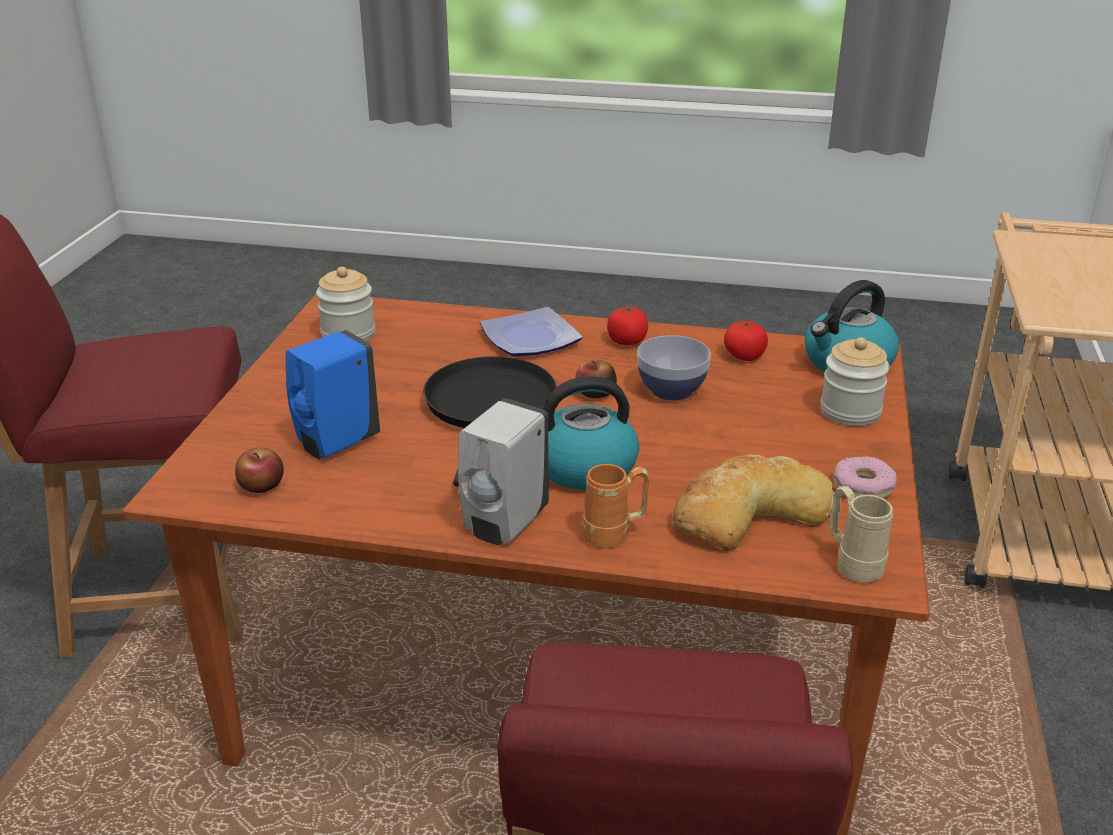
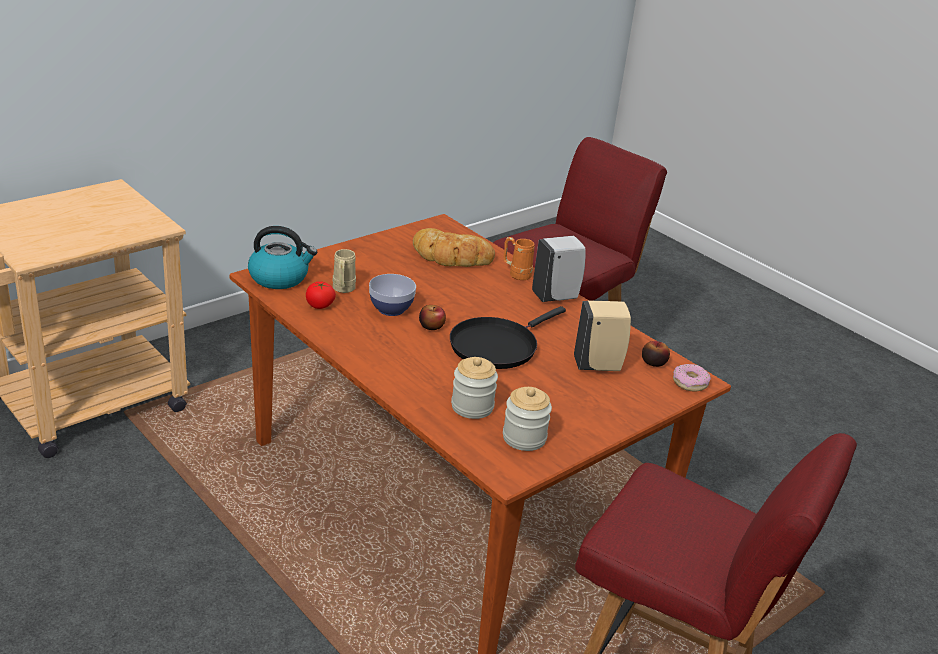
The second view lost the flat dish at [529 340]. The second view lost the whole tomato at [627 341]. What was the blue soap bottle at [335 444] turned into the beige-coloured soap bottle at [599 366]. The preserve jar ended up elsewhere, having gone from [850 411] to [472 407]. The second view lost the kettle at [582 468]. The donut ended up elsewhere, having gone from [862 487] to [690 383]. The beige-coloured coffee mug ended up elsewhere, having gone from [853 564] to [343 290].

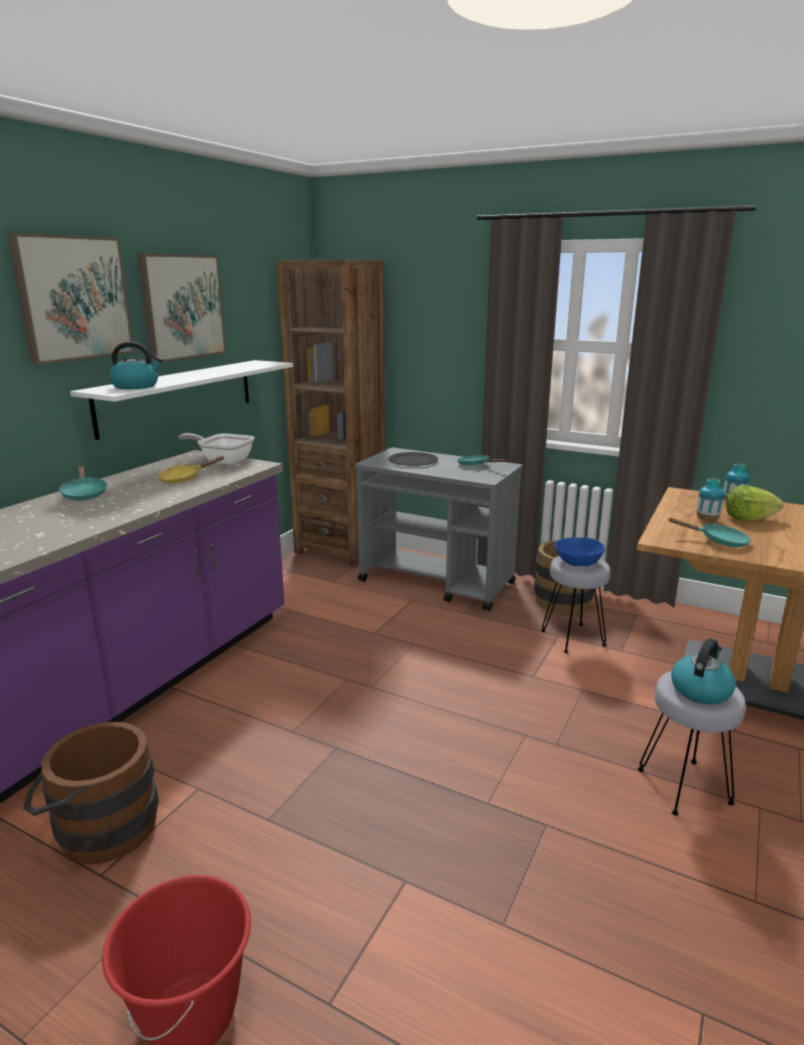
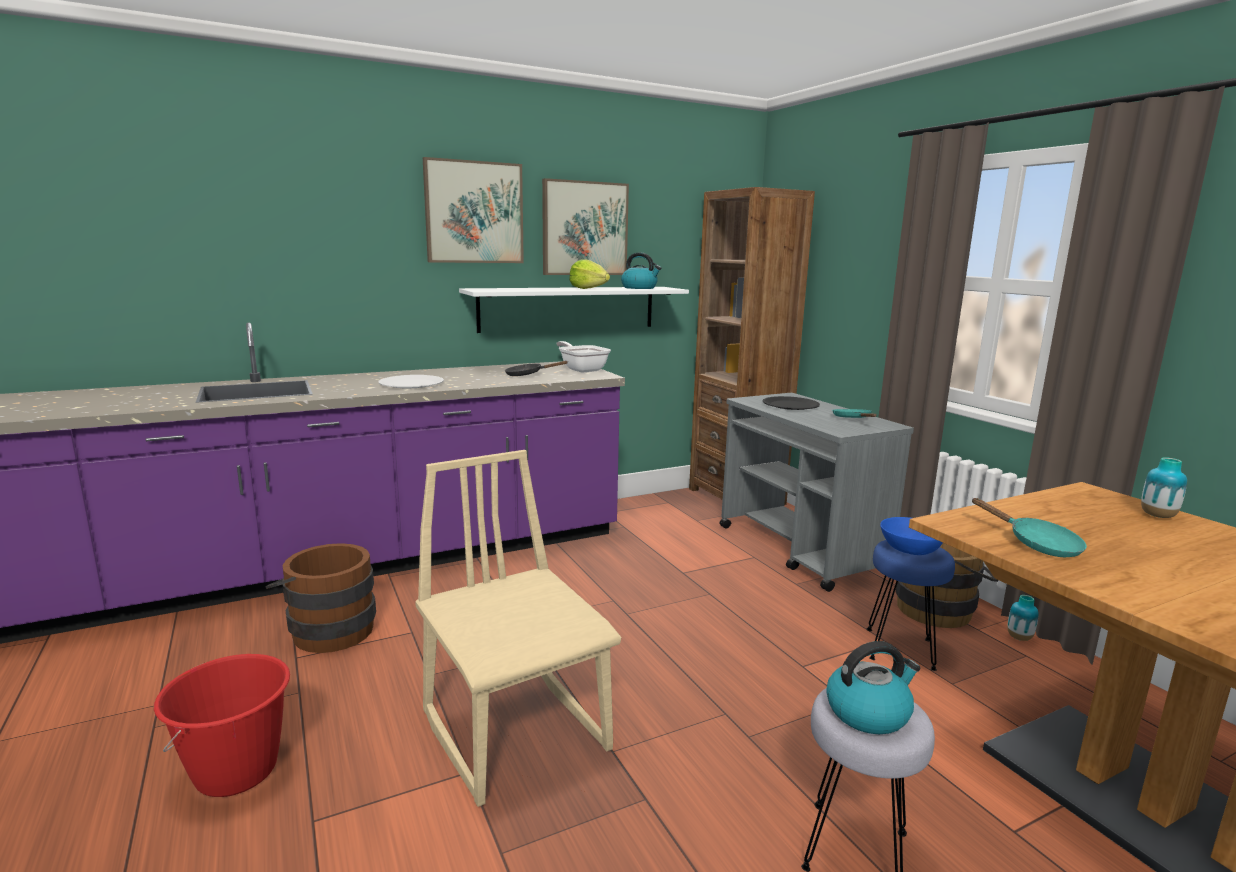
The kettle ended up elsewhere, having gone from [136 386] to [640 288]. What was the yellow-coloured skillet at [184 479] turned into the black skillet at [527 375]. The second view lost the blue-green skillet at [84 493]. The vase ended up elsewhere, having gone from [707 520] to [1019 638]. The lettuce ended up elsewhere, having gone from [748 518] to [588 288]. What was the gray stool seat at [572 637] turned into the blue stool seat at [900 648]. The second view gained the white flat dish at [411 384]. The second view gained the beige-coloured chair at [517 731].

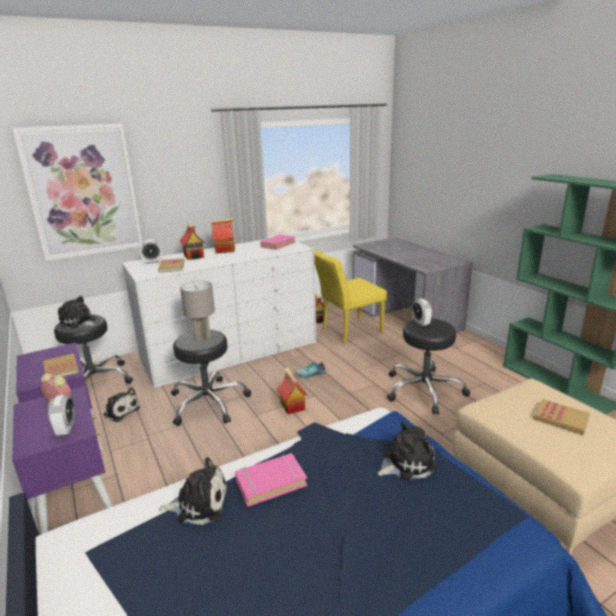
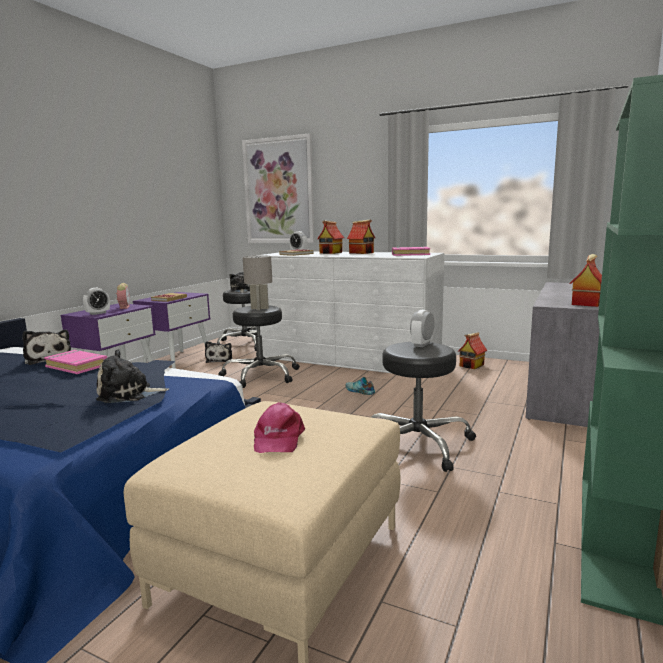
The second view lost the yellow-coloured chair at [348 331]. The toy house ended up elsewhere, having gone from [292 406] to [585 303]. Where the bound book stood at [561 418], the pink-coloured baseball cap came to stand at [278 438]. The cuddly toy at [406 463] ended up facing another way, 135 degrees clockwise from before.

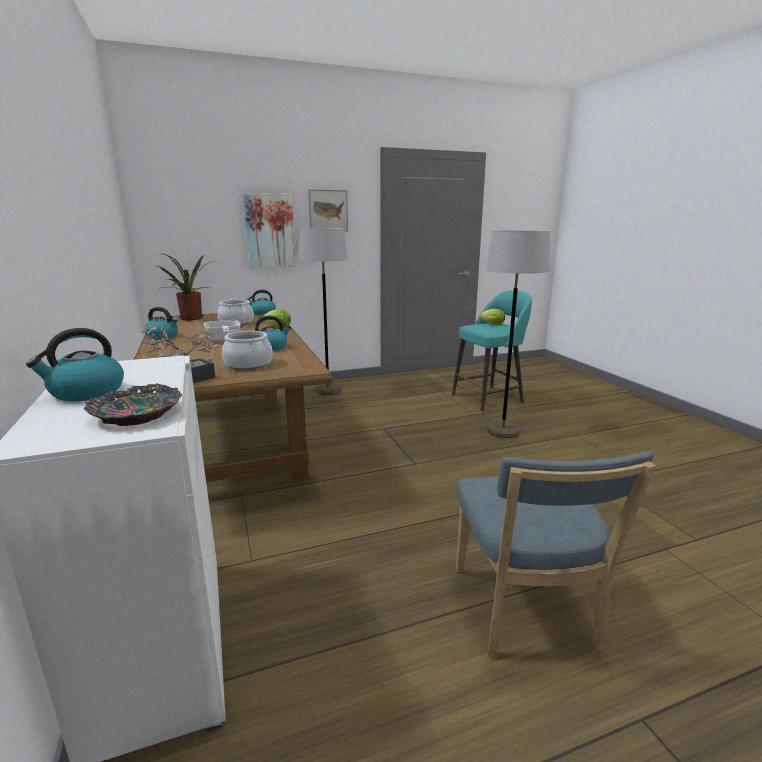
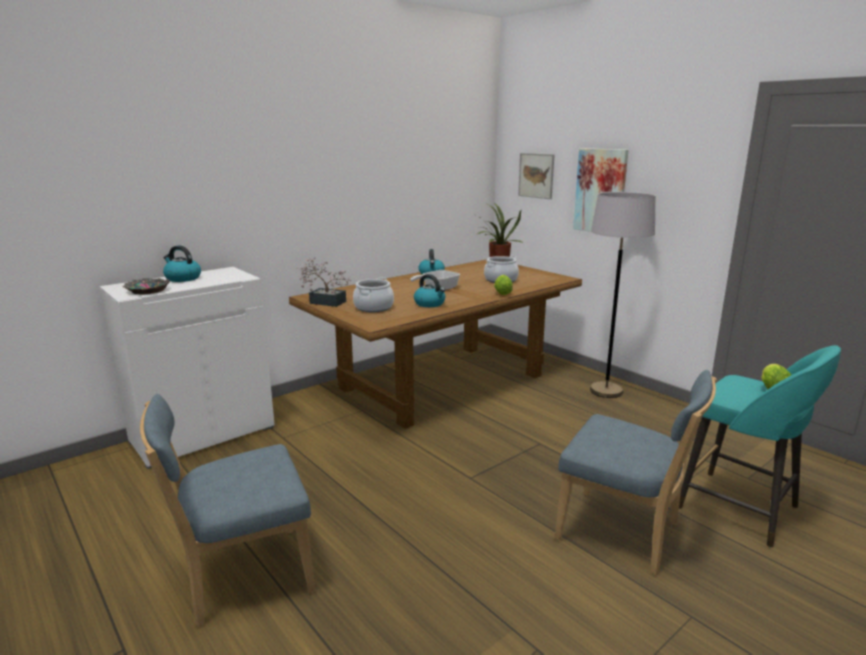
The picture ended up elsewhere, having gone from [328 210] to [536 175]. Where the gray standing lamp stood at [503 431], the blue chair came to stand at [624 534]. The second view lost the kettle at [262 313].

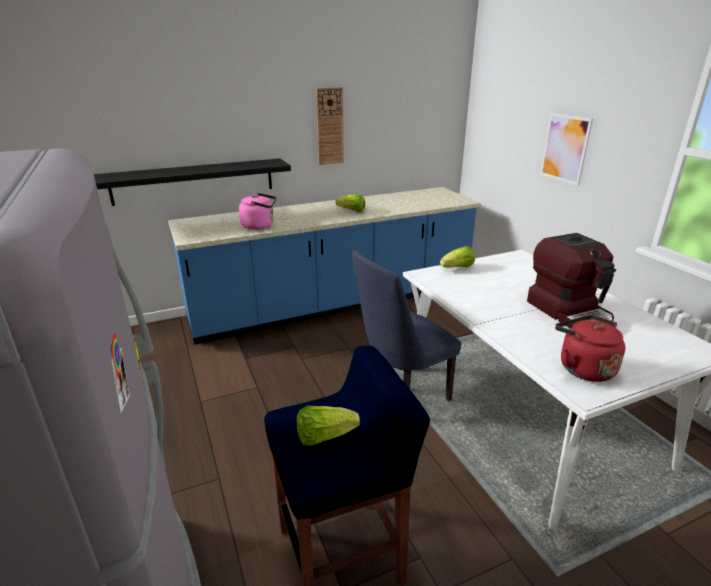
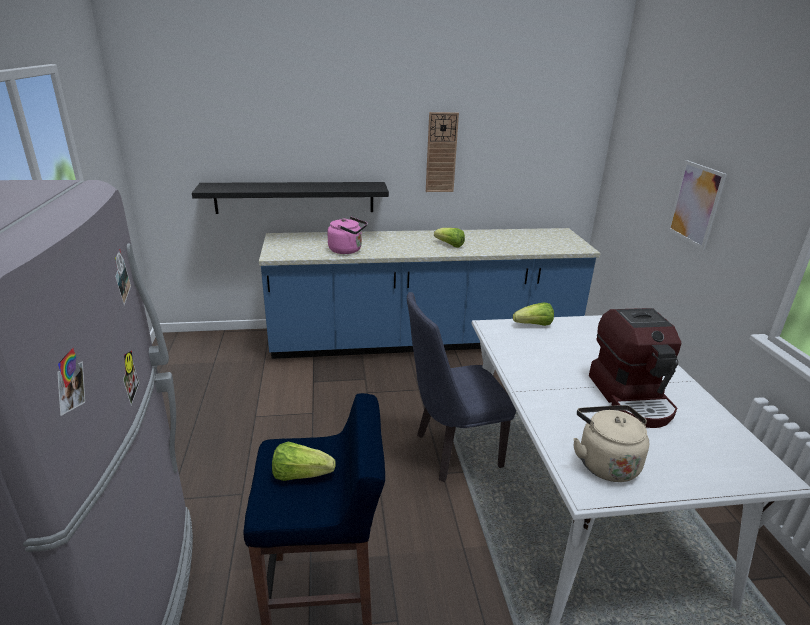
What was the reddish kettle at [583 368] turned into the beige-coloured kettle at [605 462].

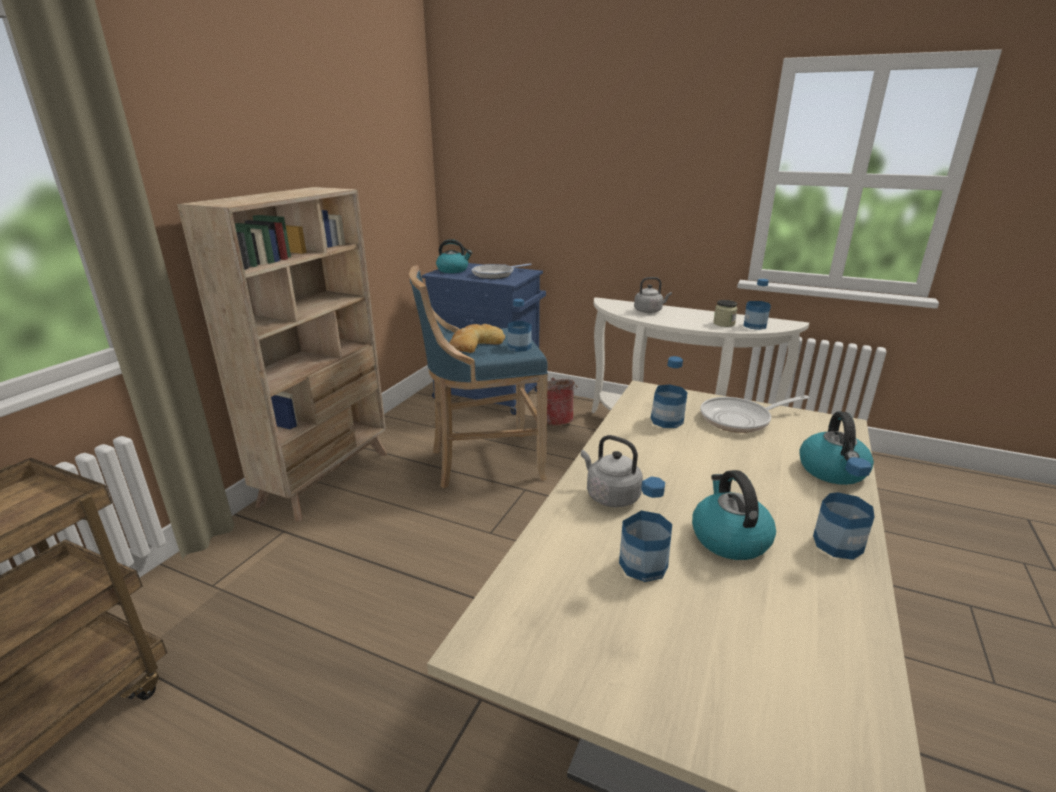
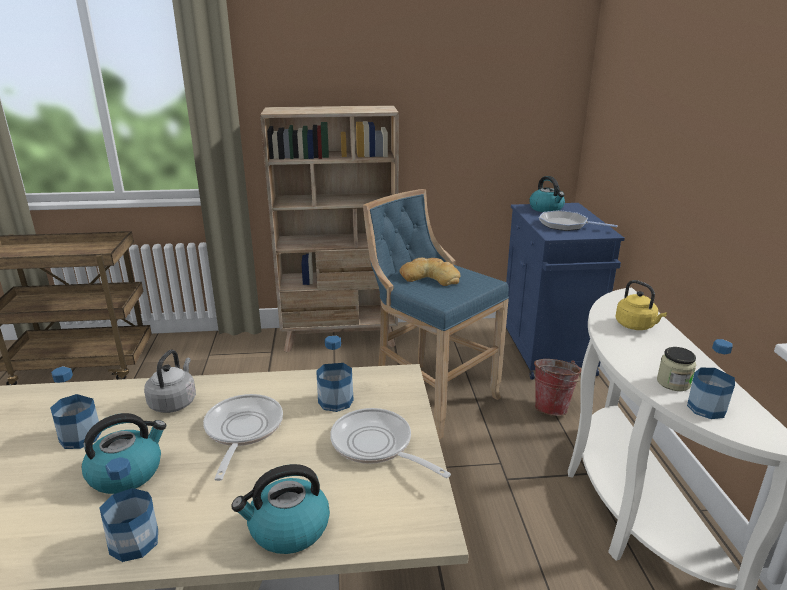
What was the gray kettle at [649 311] turned into the yellow-coloured kettle at [636 326]. The second view lost the drink bottle at [519 347]. The second view gained the skillet at [242 431].

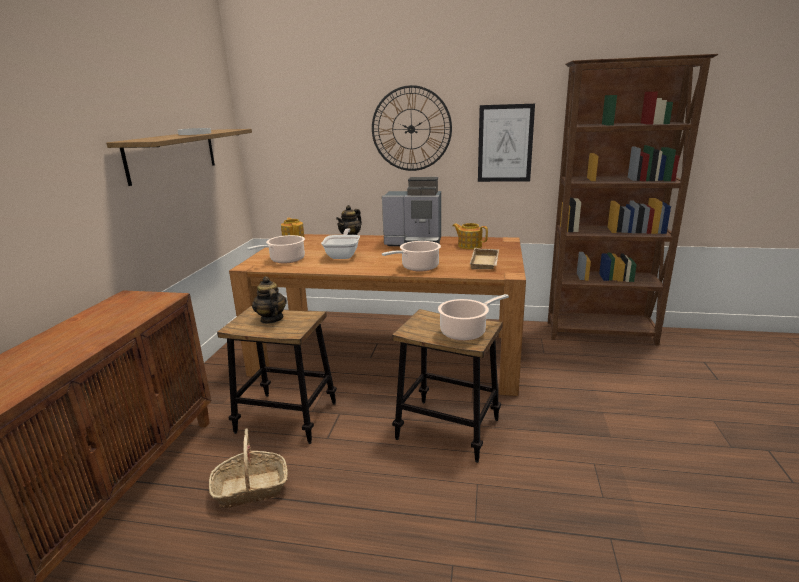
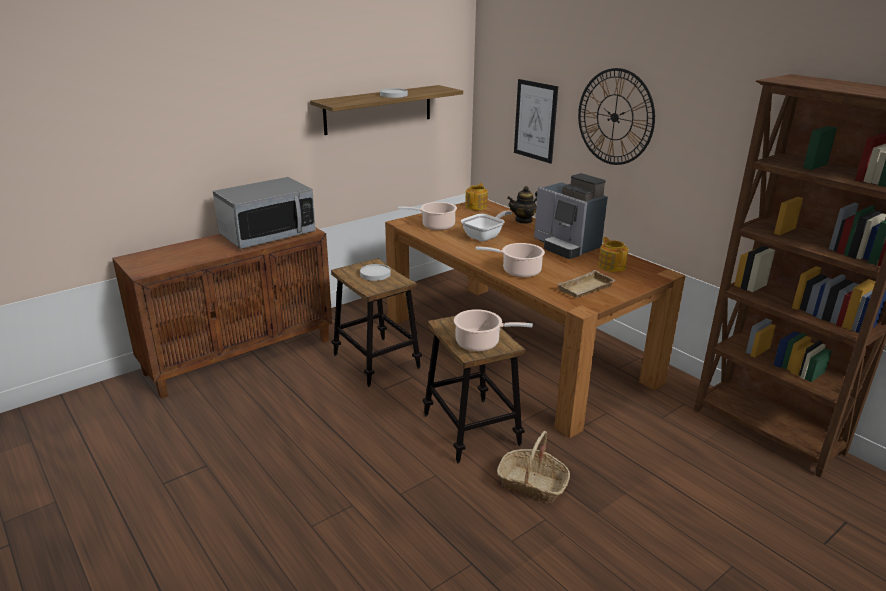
The picture ended up elsewhere, having gone from [505 143] to [535 121]. Where the teapot stood at [271 319], the white flat dish came to stand at [375 274]. The basket ended up elsewhere, having gone from [251 488] to [532 484]. The second view gained the microwave at [267 234].

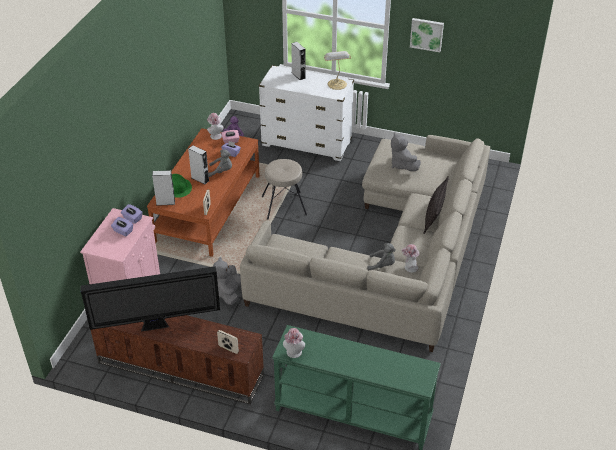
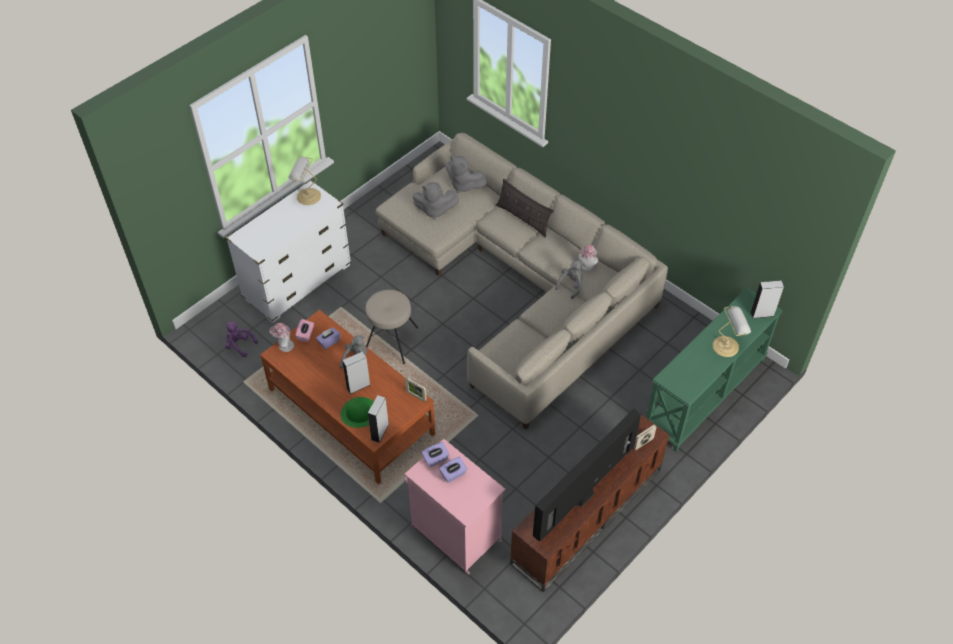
The second view lost the picture at [426 34]. The gray speaker ended up elsewhere, having gone from [298 75] to [762 314]. The gray cuddly toy ended up elsewhere, having gone from [229 293] to [463 185]. The TV set at [157 326] ended up facing another way, 150 degrees counterclockwise from before. The second view lost the hat at [294 353]. The second view gained the tabletop lamp at [727 346].

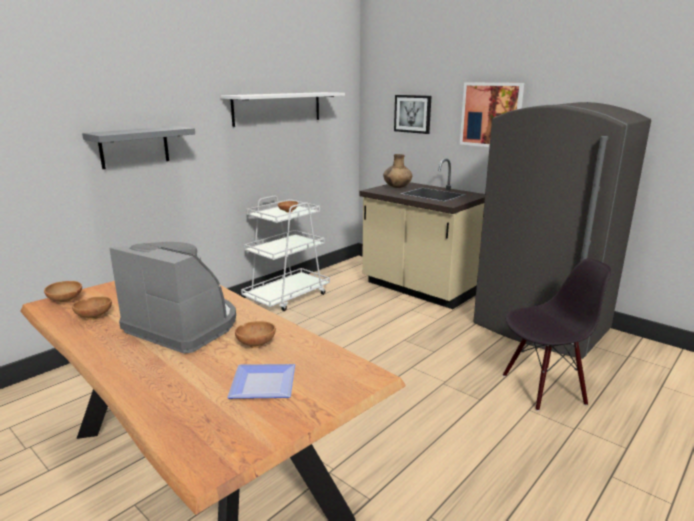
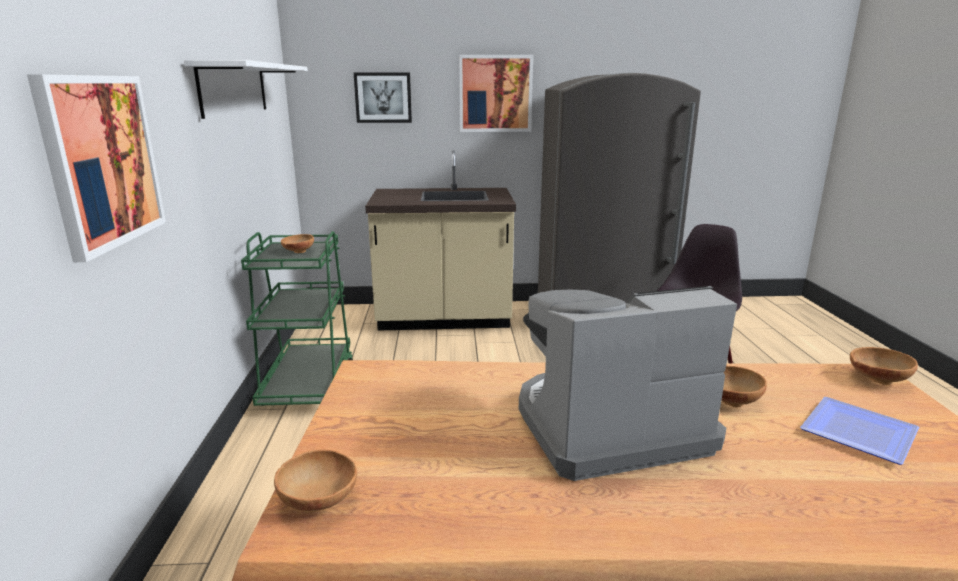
Where the gray shelf hung at [134 147], the picture came to hang at [102 161]. The second view lost the brownish vase at [397 187]. What was the white cart at [287 296] turned into the greenish cart at [308 384]. The brownish bowl ended up elsewhere, having gone from [95 316] to [876 379].

